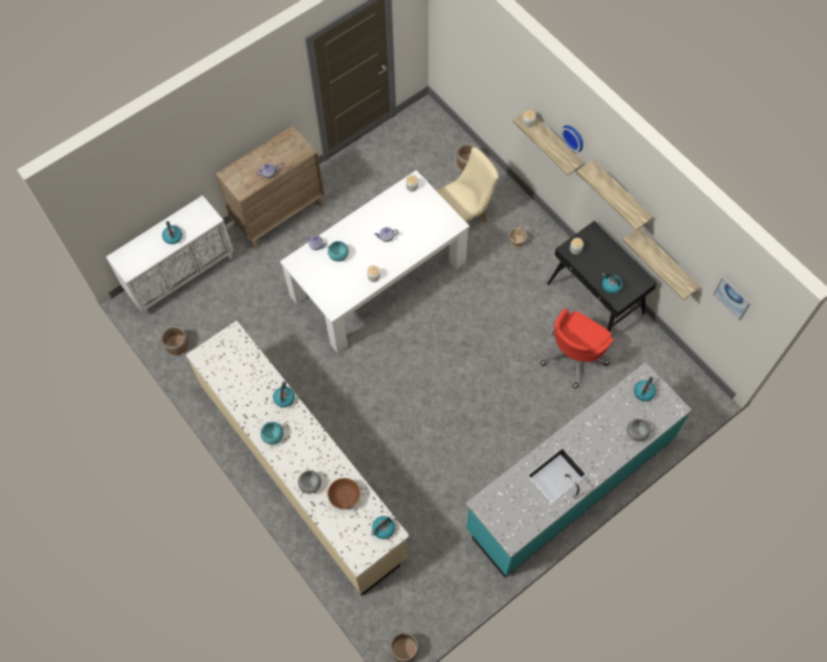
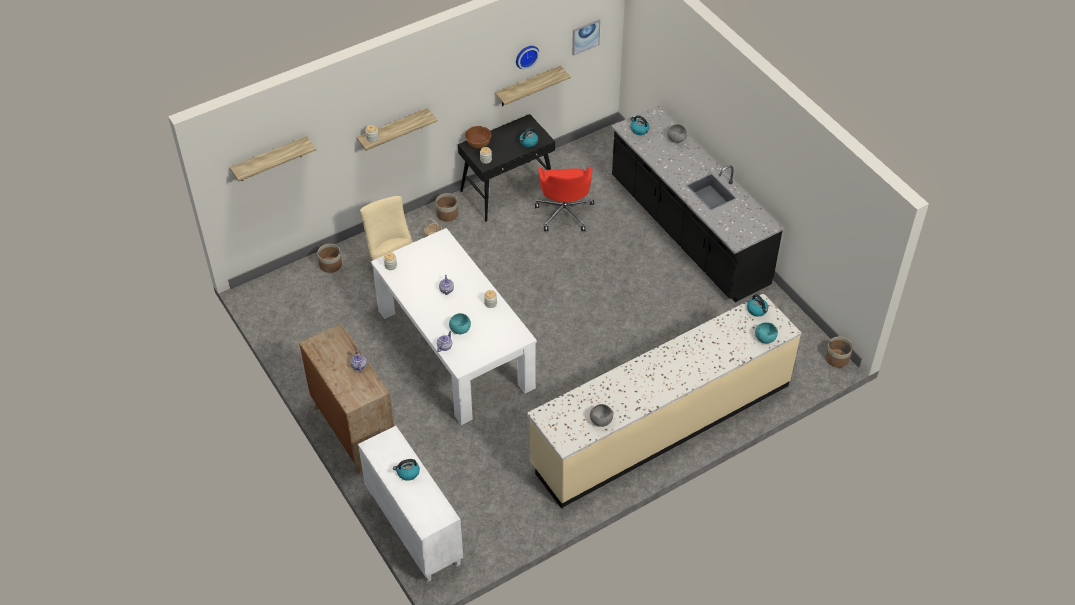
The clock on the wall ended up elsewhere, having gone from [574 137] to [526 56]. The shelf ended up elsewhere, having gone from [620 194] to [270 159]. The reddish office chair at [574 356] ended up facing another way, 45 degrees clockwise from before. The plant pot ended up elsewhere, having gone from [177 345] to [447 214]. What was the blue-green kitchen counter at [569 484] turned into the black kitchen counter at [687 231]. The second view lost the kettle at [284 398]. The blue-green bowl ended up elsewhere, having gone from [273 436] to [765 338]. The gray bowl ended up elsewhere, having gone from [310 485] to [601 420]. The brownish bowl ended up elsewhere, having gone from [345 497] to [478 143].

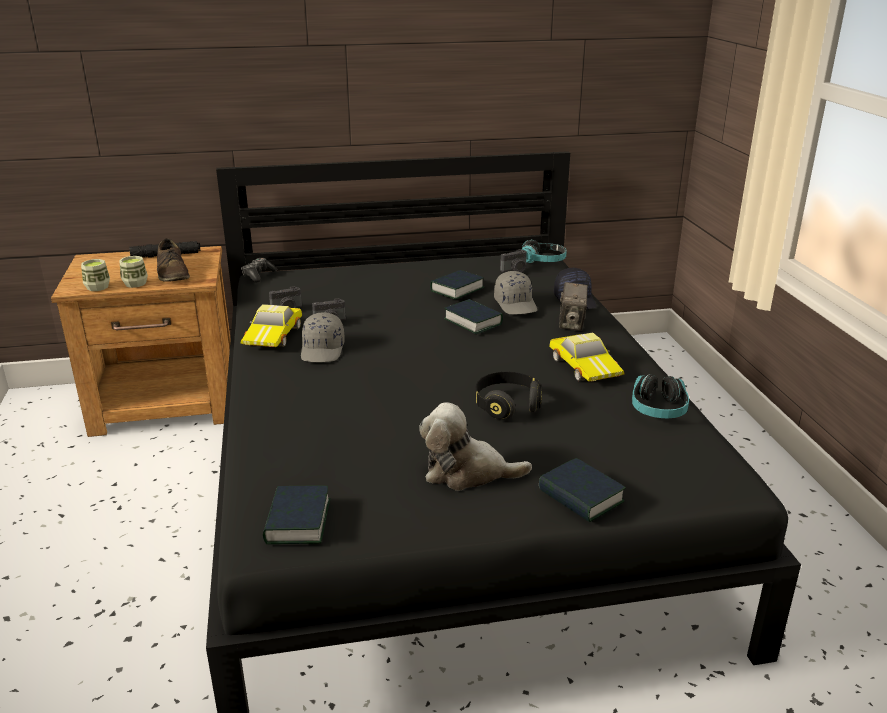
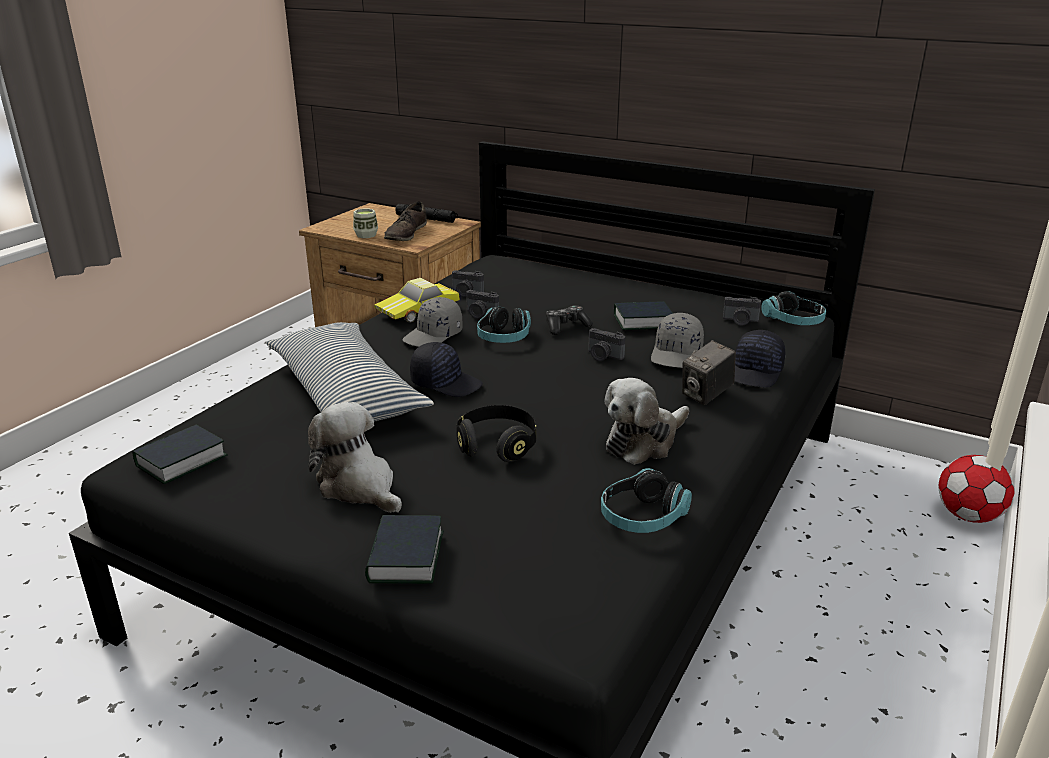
The game controller ended up elsewhere, having gone from [258 275] to [566 326]. The second view lost the cup at [98 287]. Where the bound book stood at [473 321], the photo camera came to stand at [603 356]. Where the miniature car stood at [585 366], the cuddly toy came to stand at [644 442]. The second view gained the headphones at [504 337]. The second view gained the pillow at [346 393]. The second view gained the black baseball cap at [446 383]. The second view gained the football ball at [968 516].

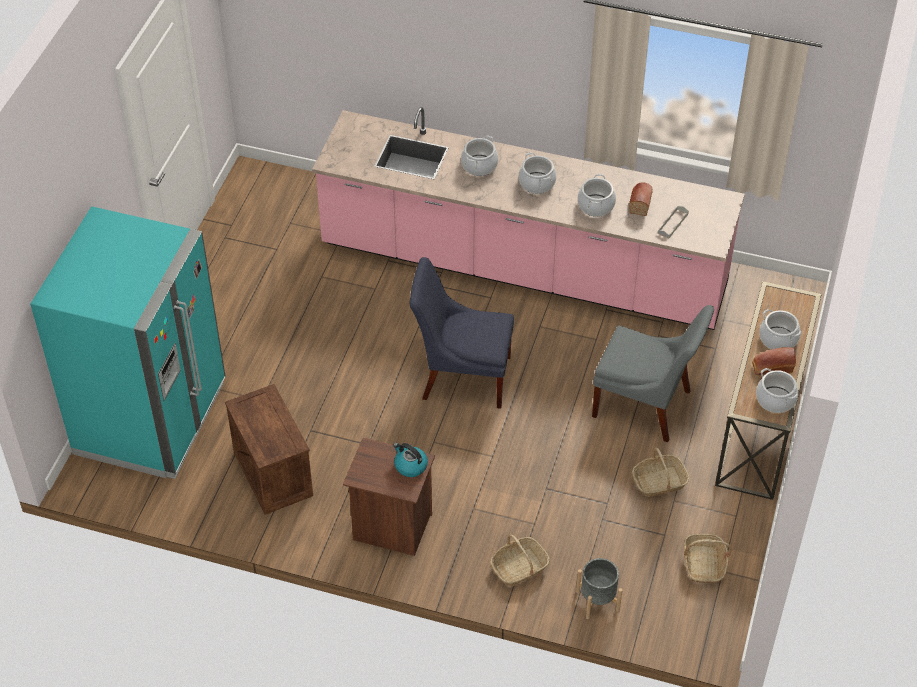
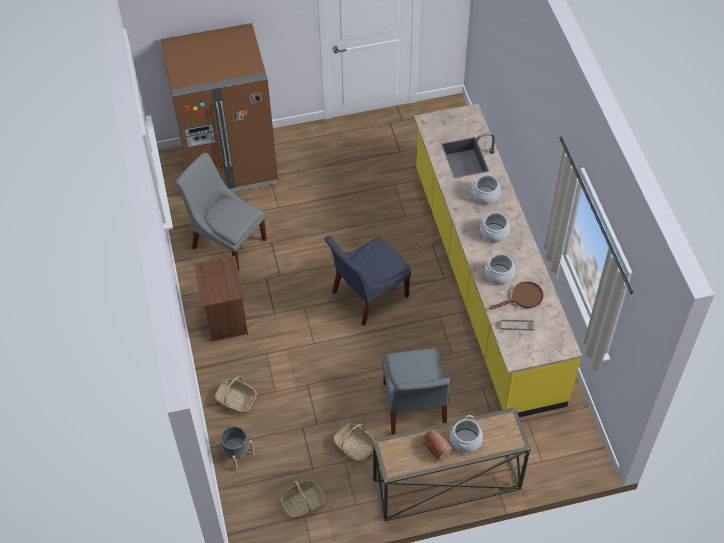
What was the pink-coloured kitchen counter at [523 267] turned into the yellow-coloured kitchen counter at [484 282]. Where the bakery bread stood at [640 202], the brownish skillet came to stand at [523 298]. What was the blue-green refrigerator at [151 418] turned into the brownish refrigerator at [229 165]. The blue chair at [462 376] ended up facing another way, 105 degrees counterclockwise from before. The second view lost the cooking pot at [775 400]. Where the shipping crate stood at [272 474], the gray chair came to stand at [227 241]. The second view lost the kettle at [410 466].

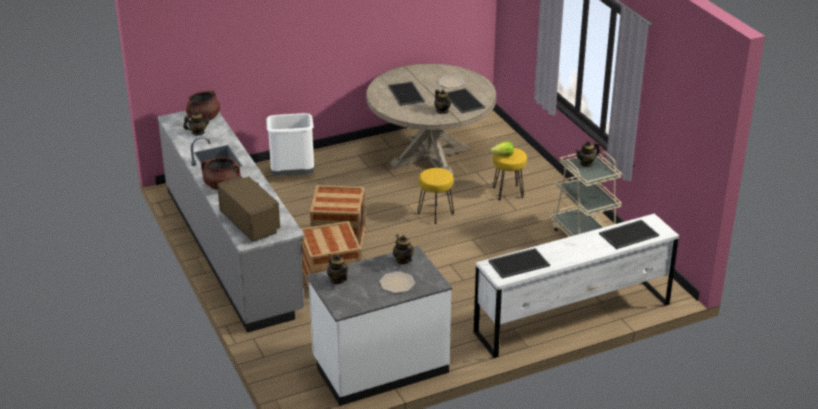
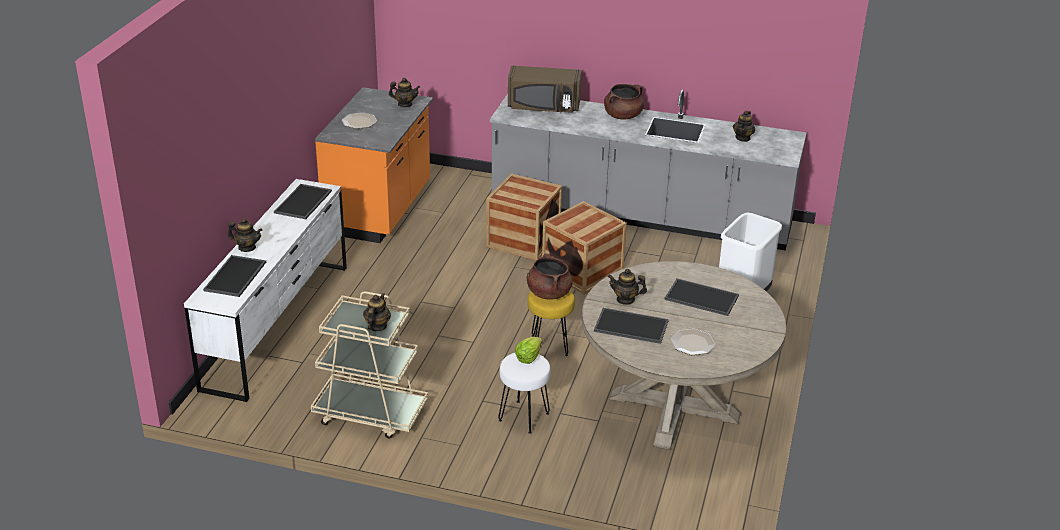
The brownish cooking pot ended up elsewhere, having gone from [203 118] to [548 293]. What was the yellow-coloured stool seat at [508 192] turned into the white stool seat at [523 416]. The teapot ended up elsewhere, having gone from [403 260] to [247 248]. What was the white kitchen counter at [380 366] turned into the orange-coloured kitchen counter at [380 210].

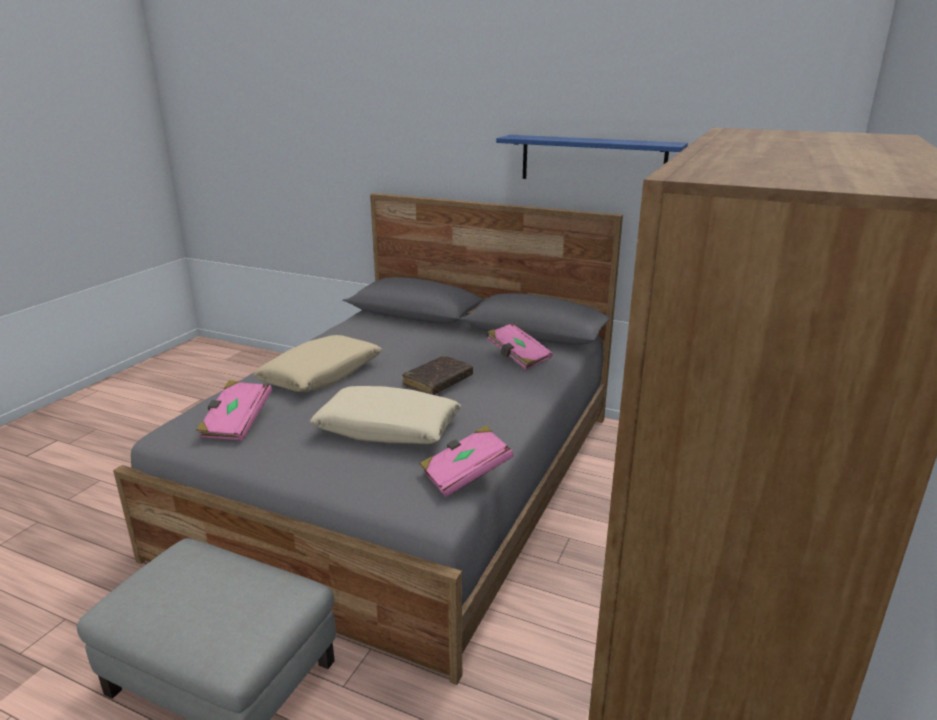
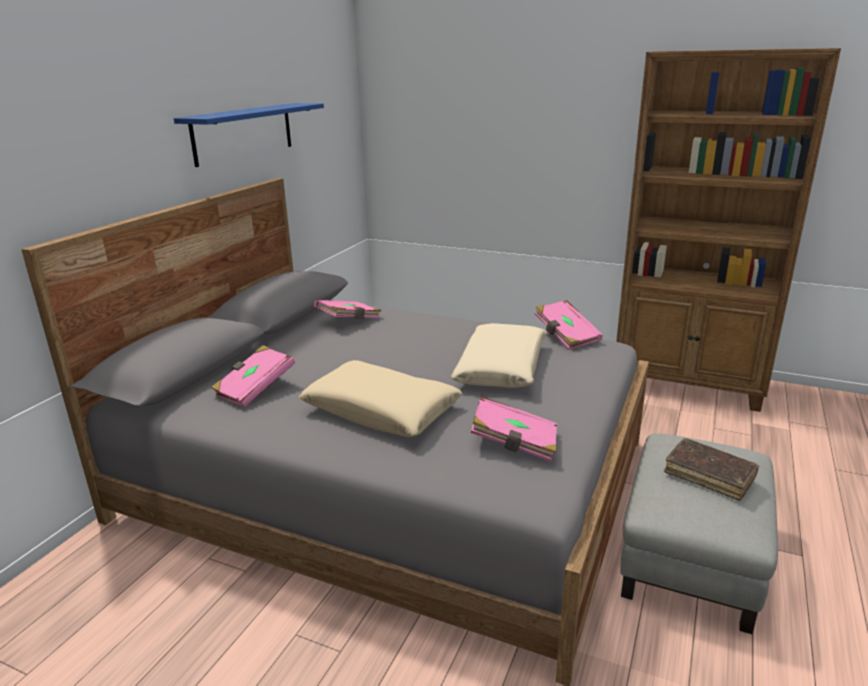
The brownish bound book ended up elsewhere, having gone from [438 382] to [709 475]. The second view gained the pink-coloured bound book at [254 389].

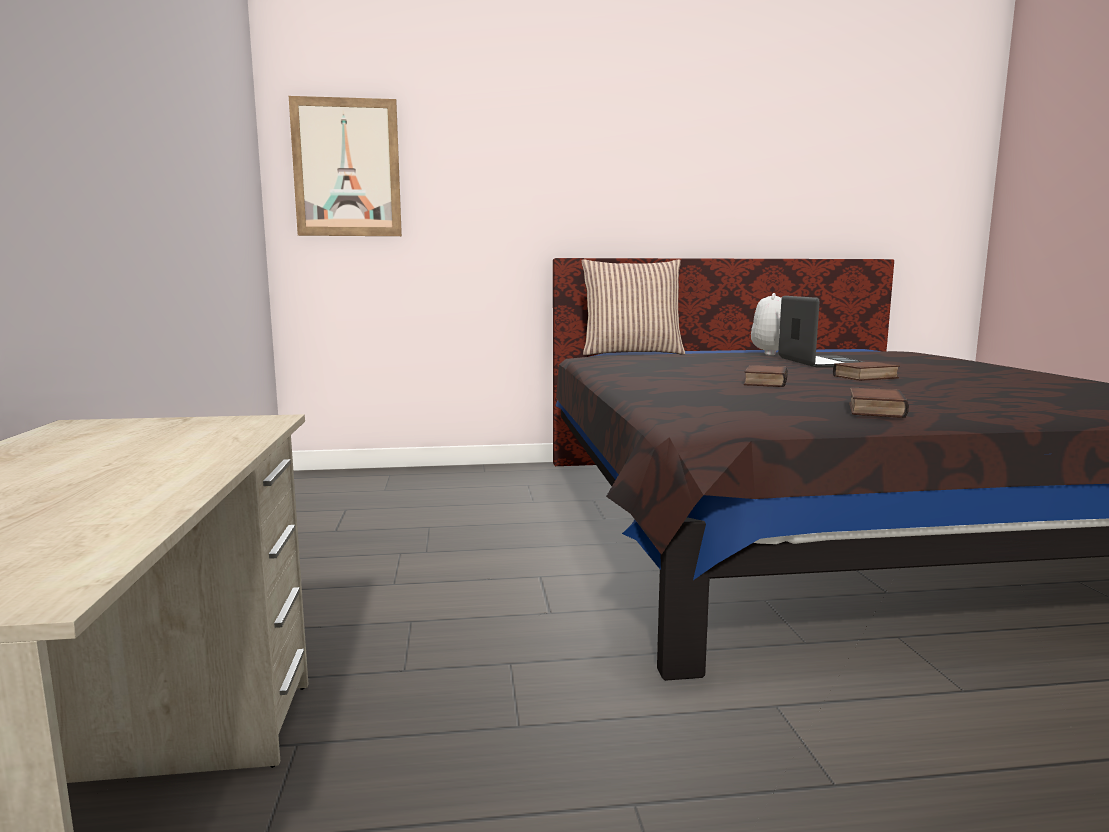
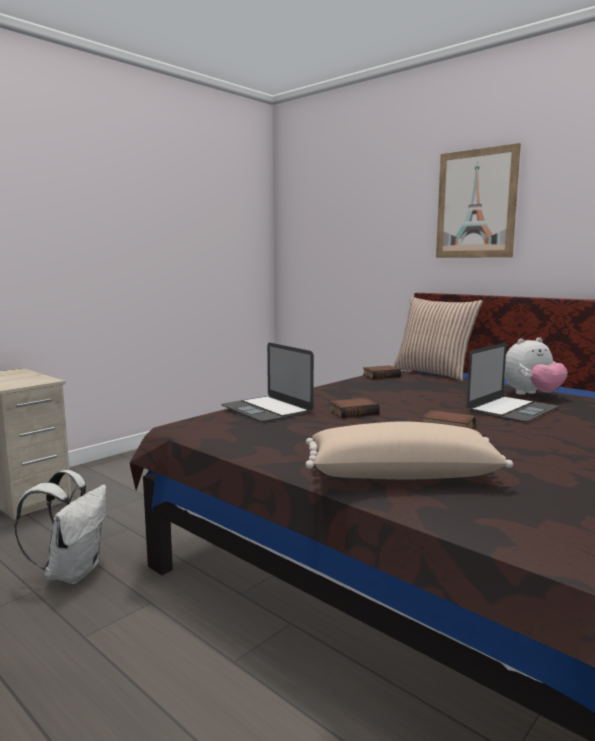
The picture ended up elsewhere, having gone from [346 168] to [476 204]. The bound book ended up elsewhere, having gone from [873 410] to [381 375]. The second view gained the notebook computer at [266 409]. The second view gained the beige-coloured pillow at [401 473]. The second view gained the white knapsack at [72 572].

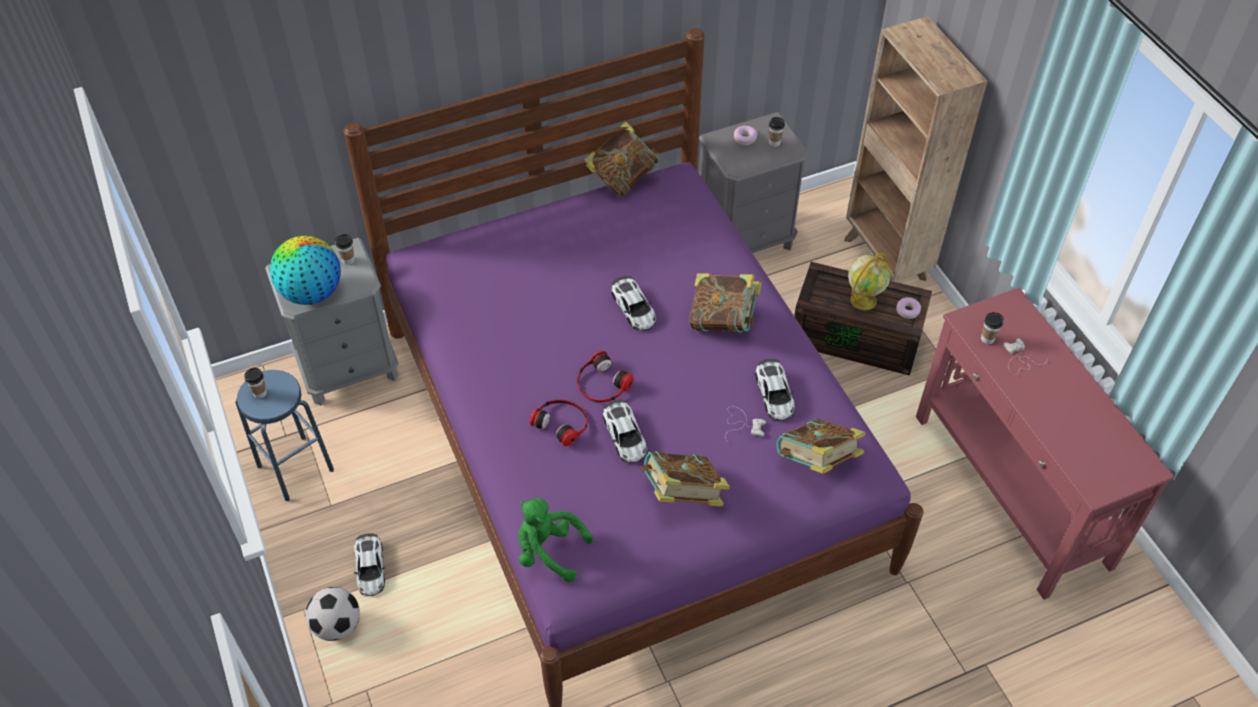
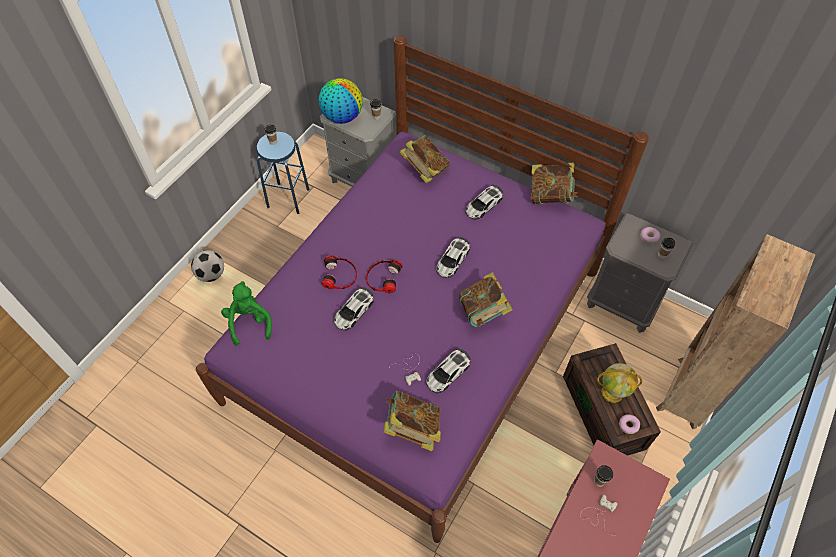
The bound book ended up elsewhere, having gone from [682 495] to [425 170]. The miniature car ended up elsewhere, having gone from [370 568] to [483 205].

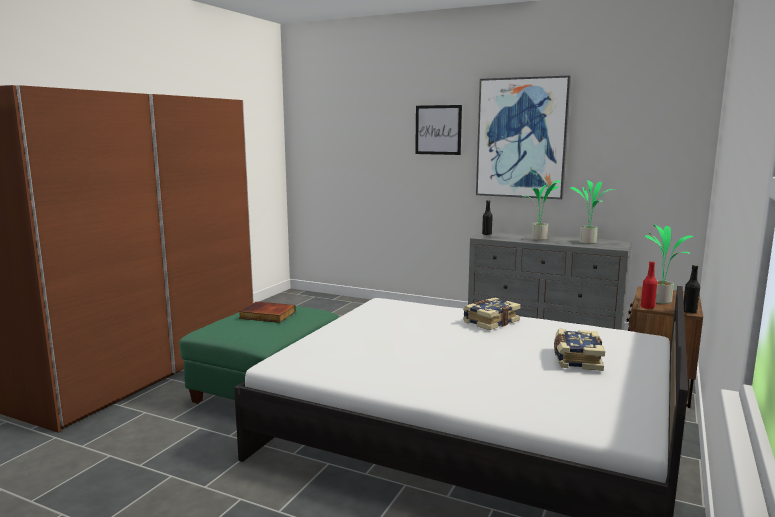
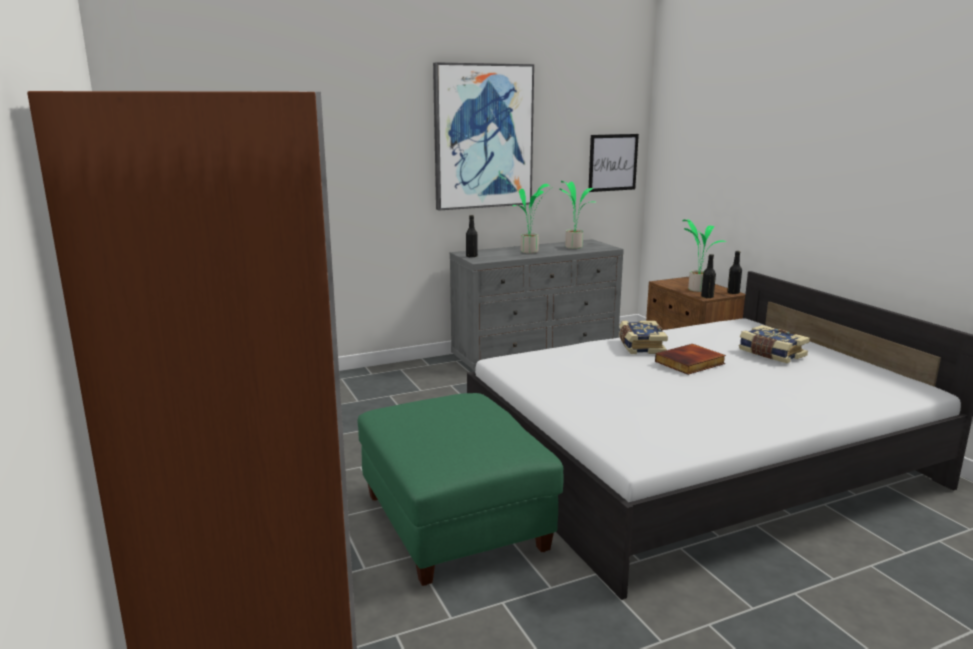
The picture ended up elsewhere, having gone from [438 130] to [613 162]. What was the reddish drink bottle at [647 307] turned into the black drink bottle at [707 297]. The bound book ended up elsewhere, having gone from [266 315] to [690 363].

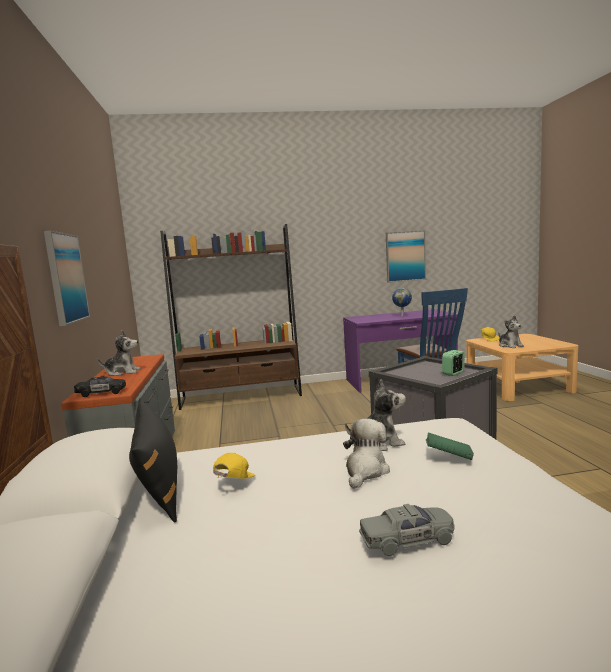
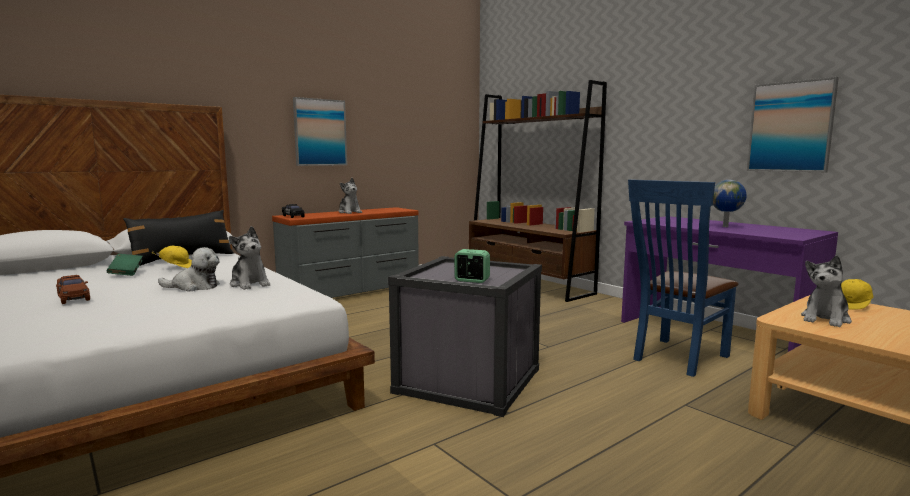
The greenish bound book ended up elsewhere, having gone from [448 457] to [126 273]. What was the gray miniature car at [408 540] turned into the brownish miniature car at [73 297].

